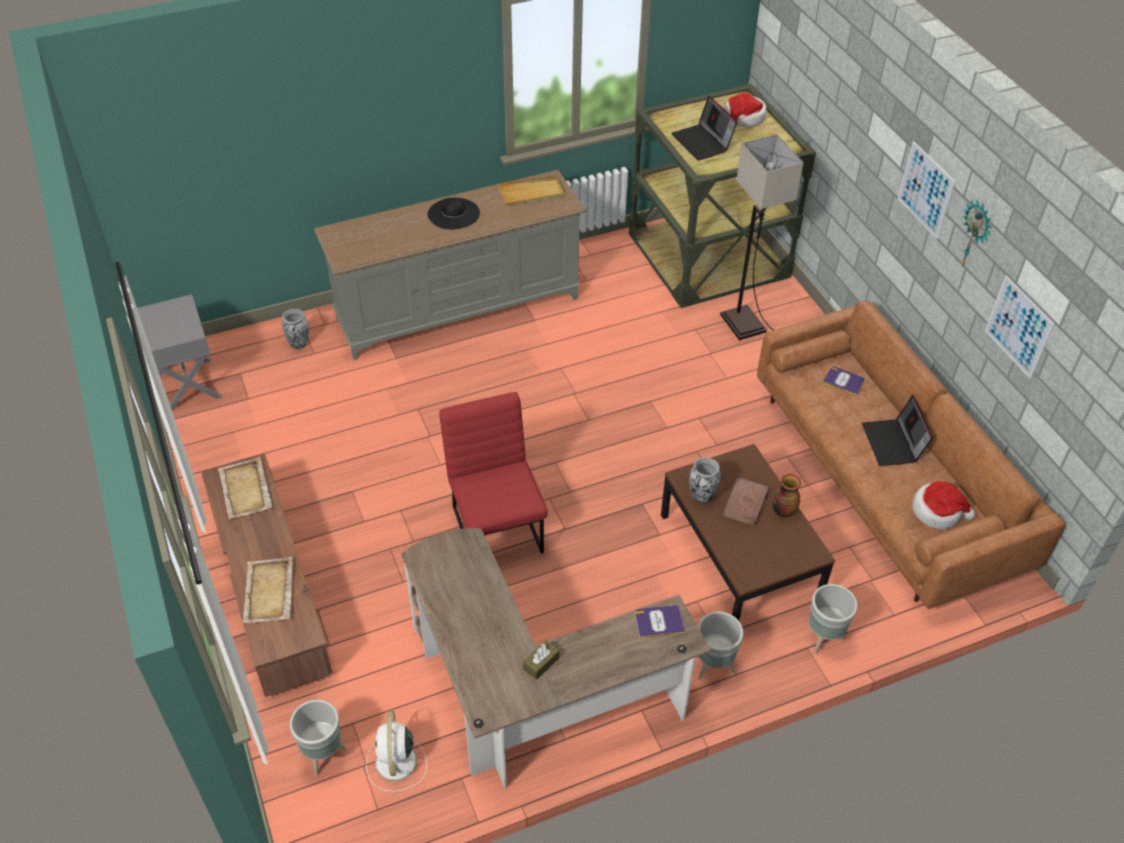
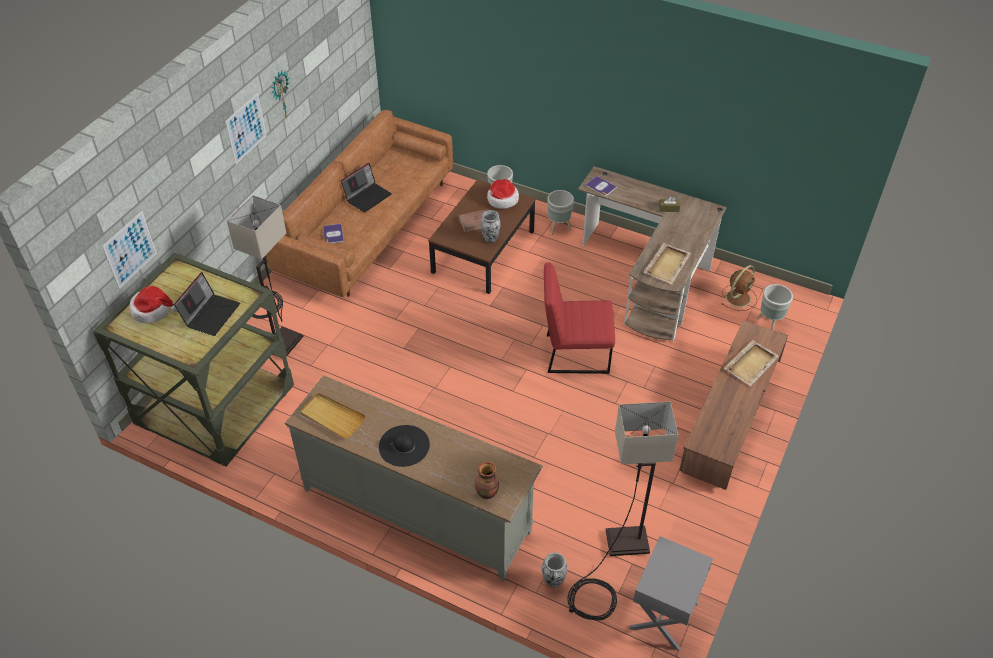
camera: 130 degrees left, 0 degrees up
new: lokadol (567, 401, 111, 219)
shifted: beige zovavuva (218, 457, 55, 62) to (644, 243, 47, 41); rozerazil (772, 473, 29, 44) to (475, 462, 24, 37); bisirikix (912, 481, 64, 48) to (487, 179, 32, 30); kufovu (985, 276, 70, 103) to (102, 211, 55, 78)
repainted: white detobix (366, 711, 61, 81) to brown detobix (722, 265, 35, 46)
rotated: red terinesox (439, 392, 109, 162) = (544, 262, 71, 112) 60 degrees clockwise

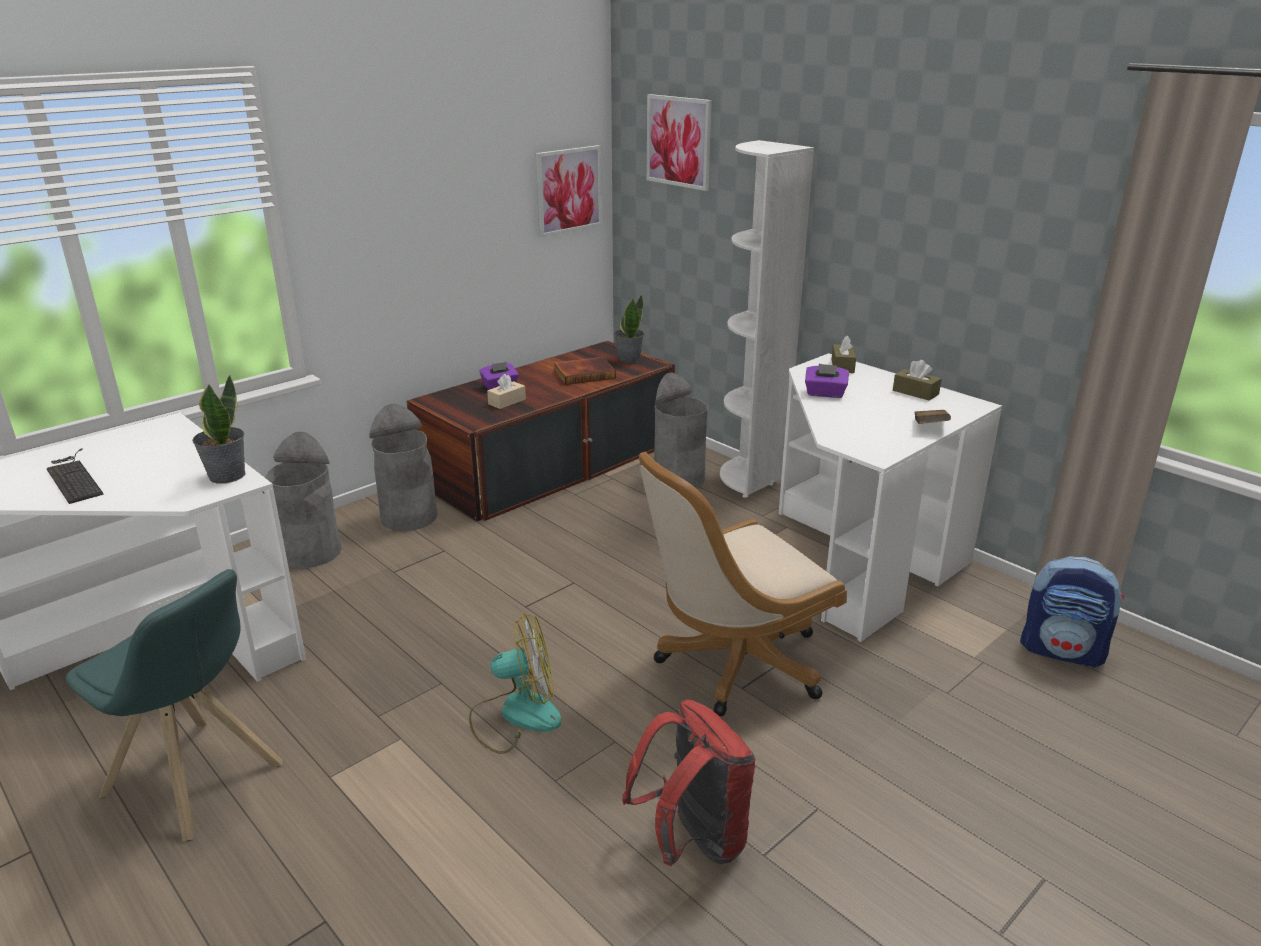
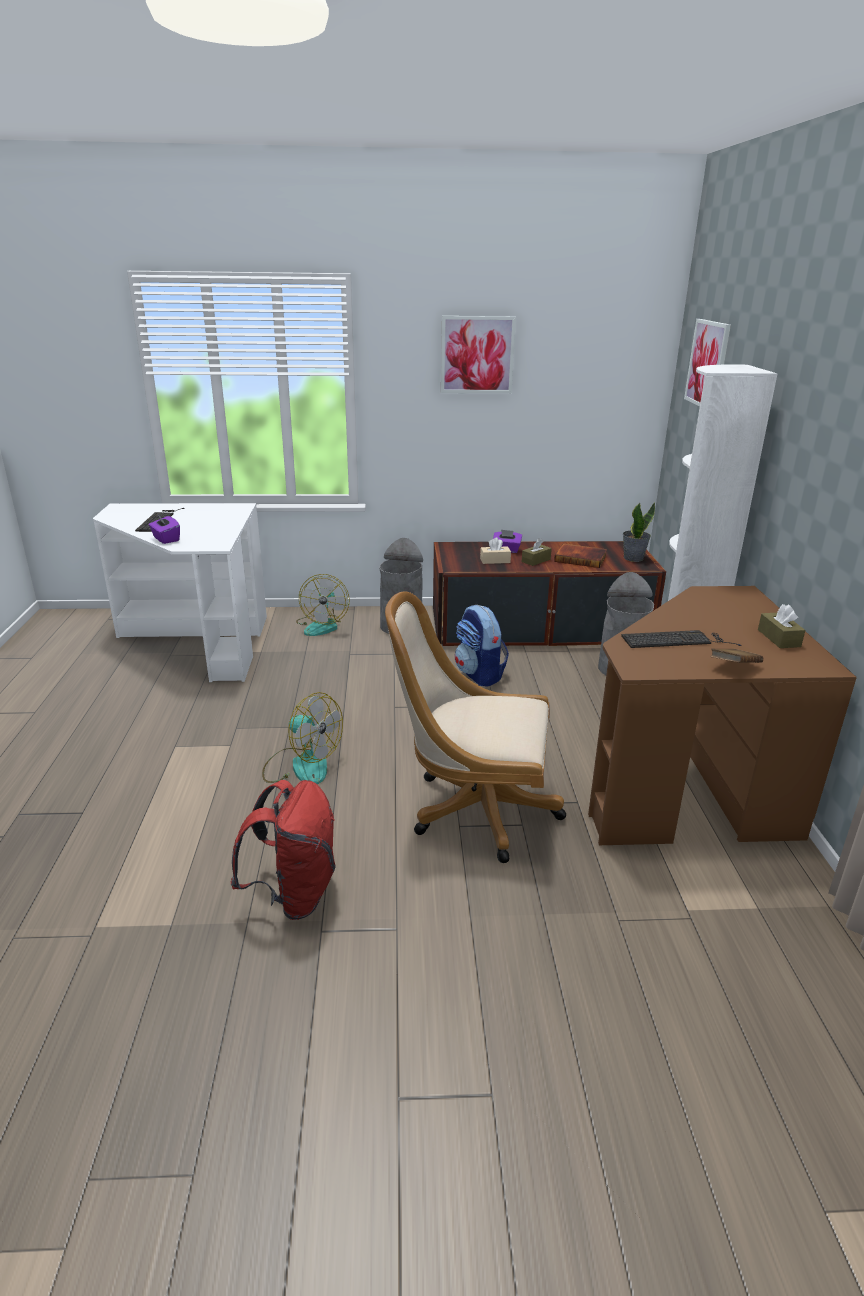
camera: 40 degrees right, 0 degrees up
gone: turquoise terinesox (66, 569, 217, 273); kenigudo (192, 375, 53, 109)
new: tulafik (621, 630, 121, 18)
shifted: kufovu (536, 145, 66, 92) to (441, 316, 75, 77); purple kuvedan (805, 364, 44, 34) to (149, 513, 31, 31); brown kuvedan (831, 336, 25, 37) to (522, 538, 30, 28); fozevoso (1020, 556, 104, 112) to (455, 605, 54, 82)
swapped: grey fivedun (264, 432, 78, 136) to detobix (296, 574, 54, 62)
repainted: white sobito (779, 353, 223, 289) to brown sobito (588, 586, 269, 259)

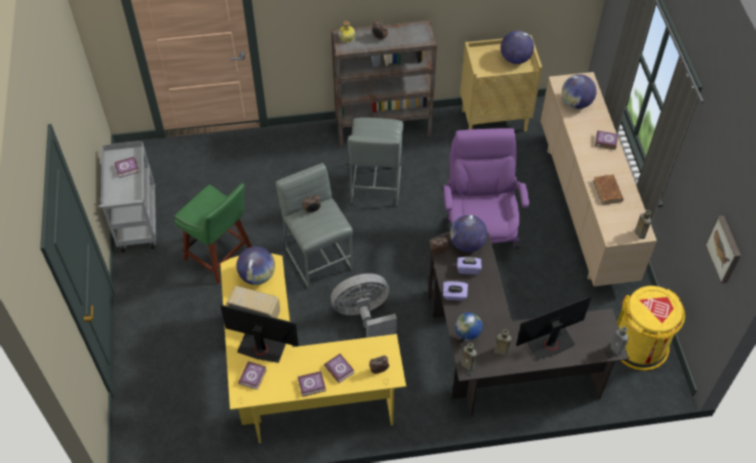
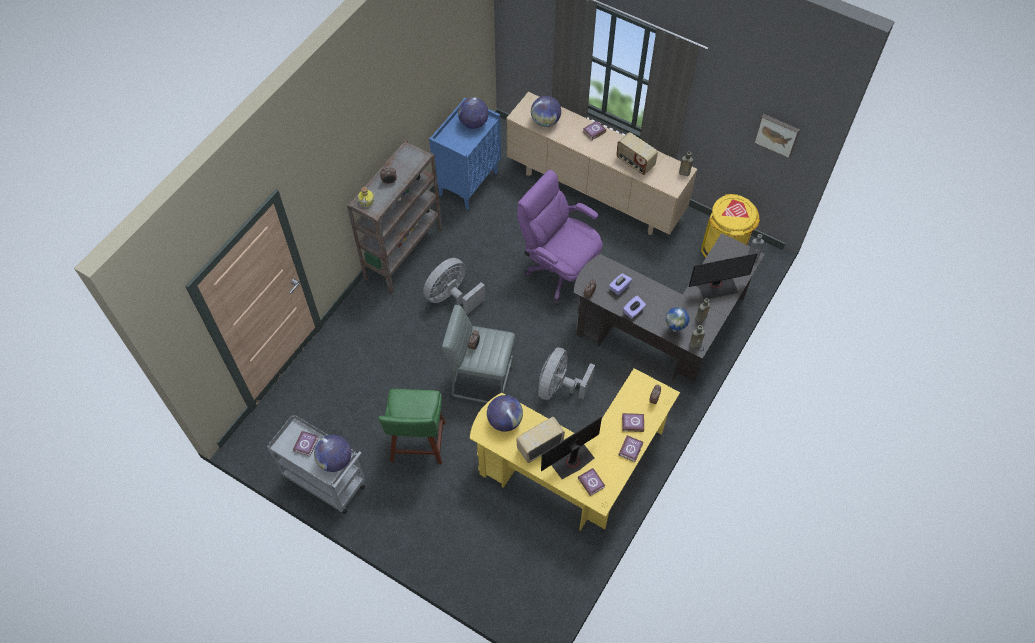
camera: 50 degrees left, 5 degrees up
shifted: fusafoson (450, 215, 38, 37) to (314, 435, 37, 37)
swapped: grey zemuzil (348, 117, 55, 89) to grey detobix (423, 258, 62, 56); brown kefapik (593, 174, 30, 31) to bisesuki (616, 132, 42, 43)
repainted: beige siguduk (460, 35, 82, 97) to blue siguduk (429, 98, 72, 112)
rotated: green terinesox (174, 183, 78, 101) = (378, 389, 68, 75) 105 degrees clockwise; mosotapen (516, 296, 75, 64) = (689, 253, 69, 46) 120 degrees counterclockwise

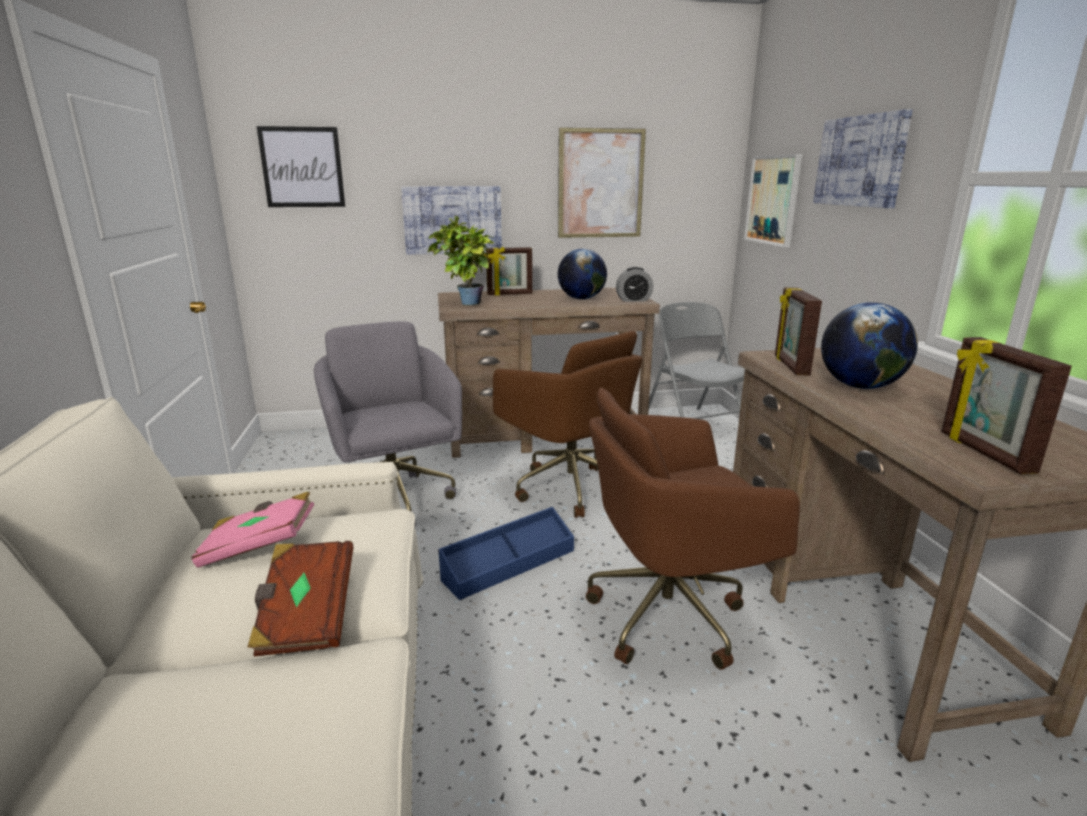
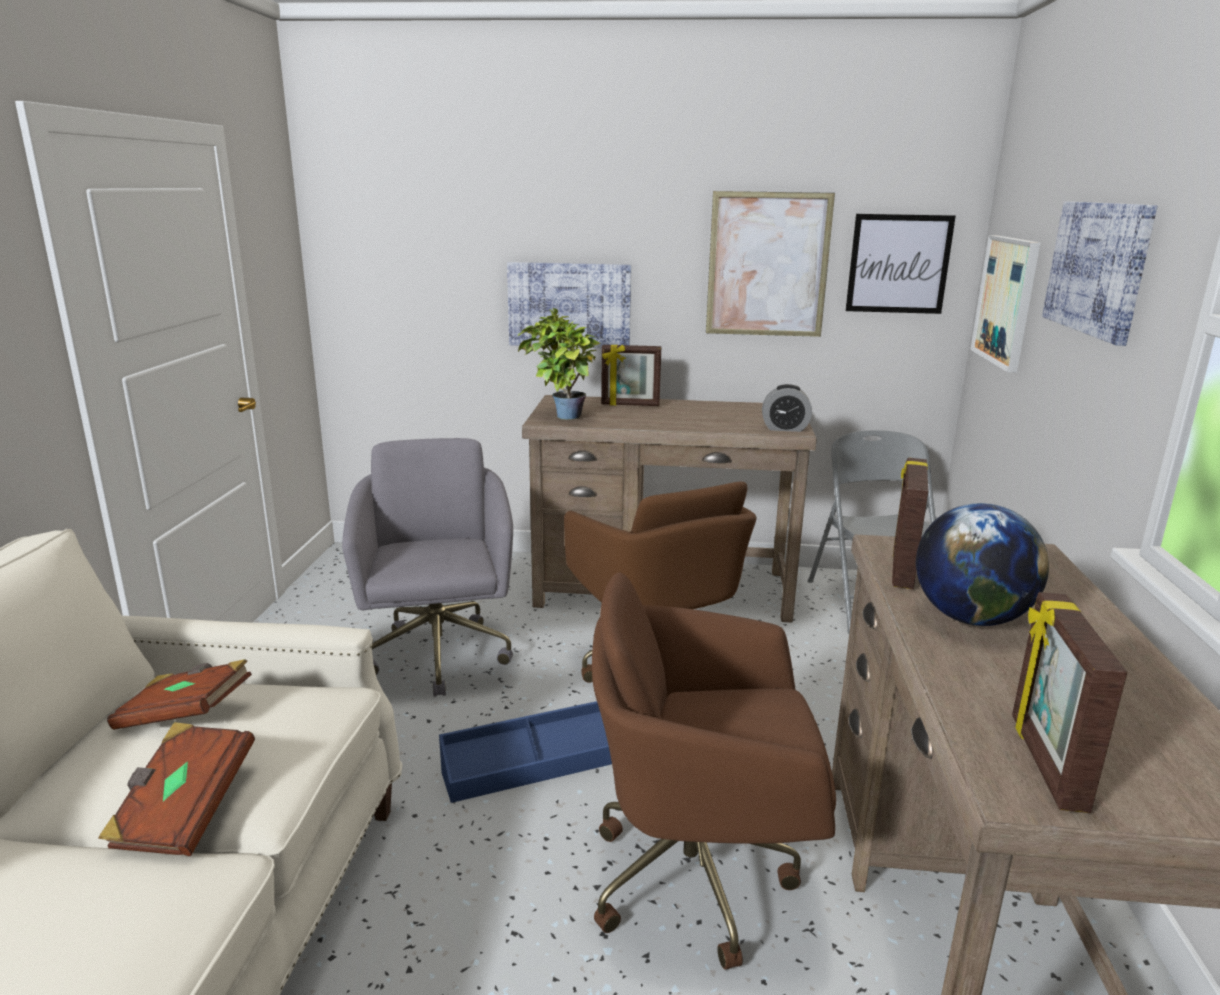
camera: 15 degrees right, 0 degrees up
gone: fusafoson (558, 249, 49, 50)
shifted: kufovu (257, 126, 88, 81) to (845, 214, 111, 100)
repainted: pink kefapik (191, 491, 124, 77) to brown kefapik (107, 659, 145, 71)

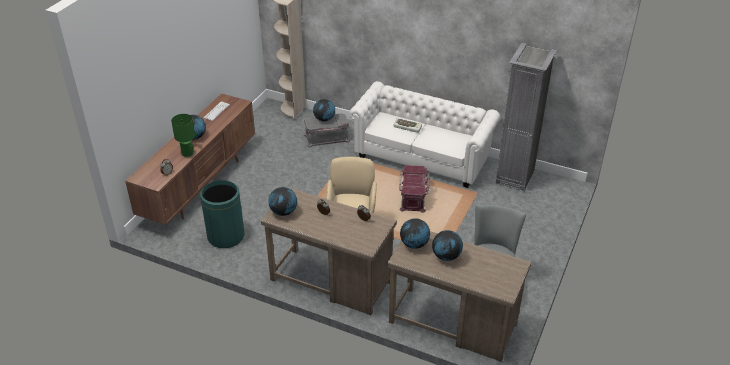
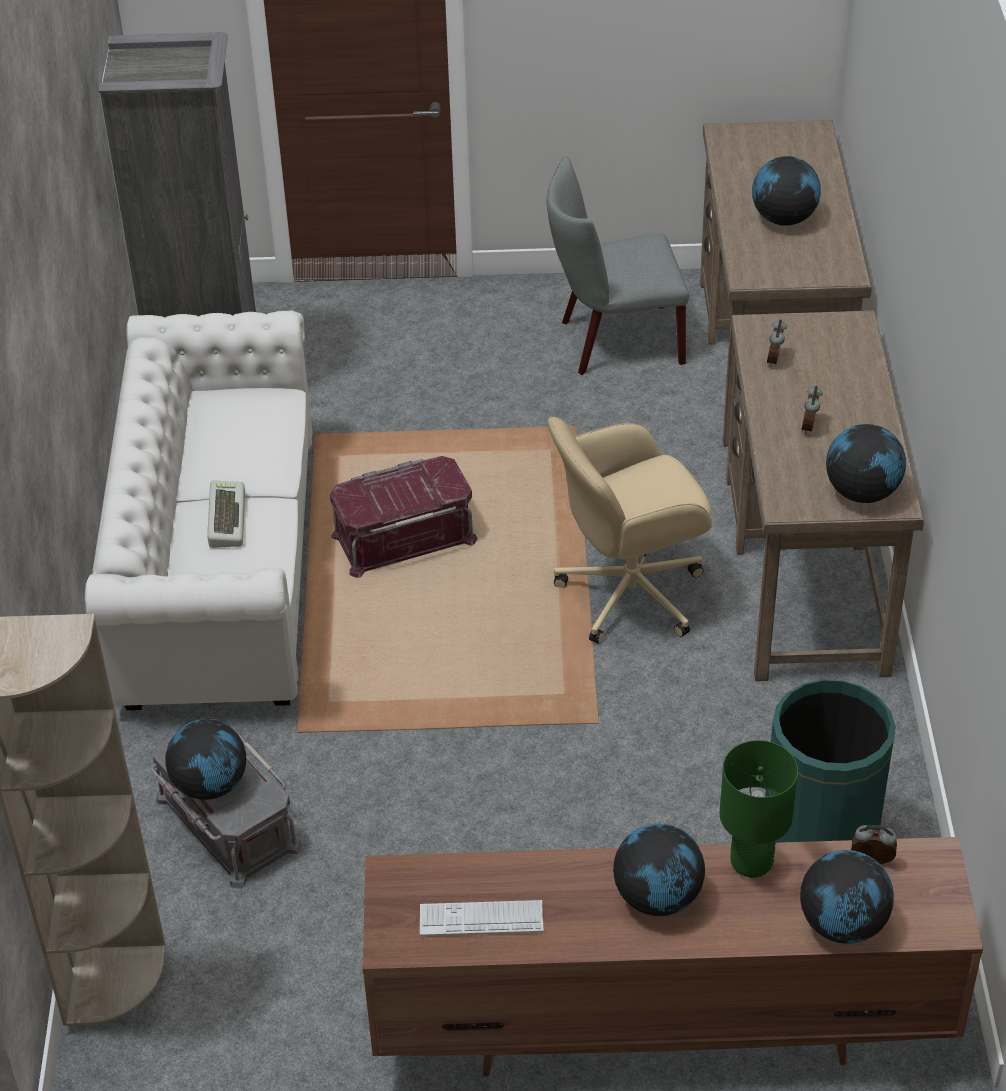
camera: 115 degrees left, 5 degrees up
shifted: fusafoson (400, 218, 30, 31) to (800, 850, 94, 94)

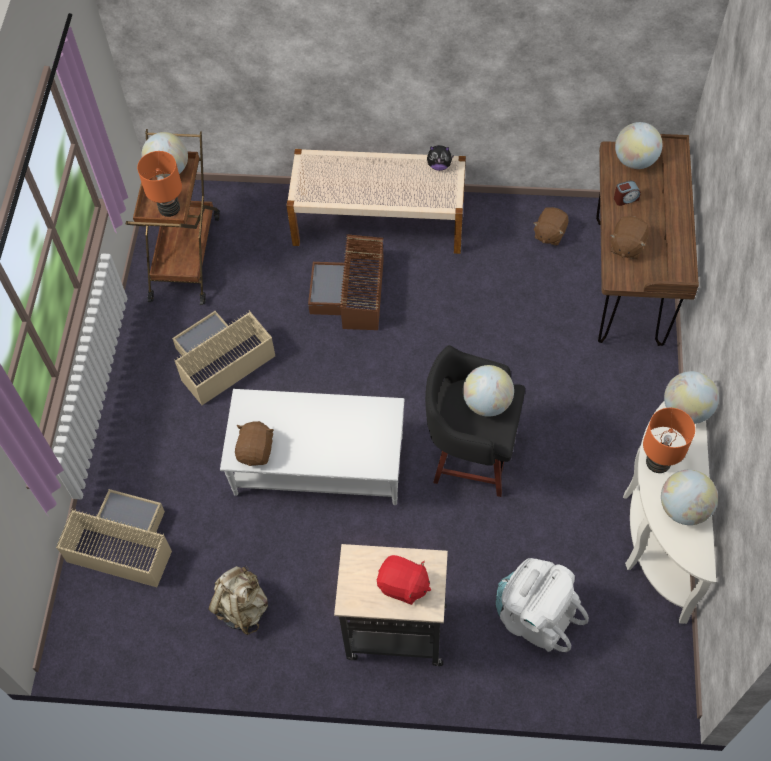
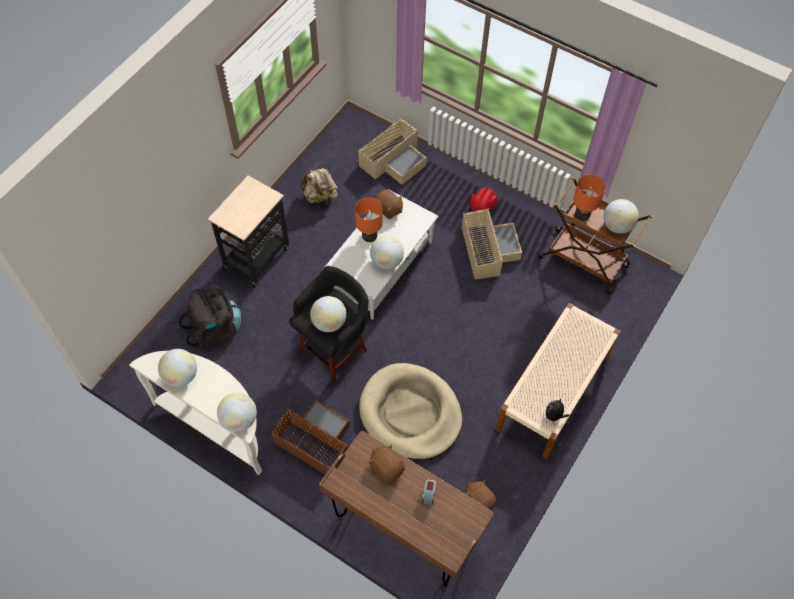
camera: 115 degrees right, 0 degrees up
new: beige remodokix (359, 363, 103, 96)
shifted: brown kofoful (308, 234, 76, 96) to (271, 400, 79, 75); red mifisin (377, 555, 54, 50) to (470, 188, 28, 23); fusafoson (615, 122, 47, 47) to (370, 236, 34, 34); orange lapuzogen (643, 408, 52, 65) to (355, 198, 28, 44)
repainted: white fozevoso (495, 558, 94, 94) to black fozevoso (179, 287, 62, 61)

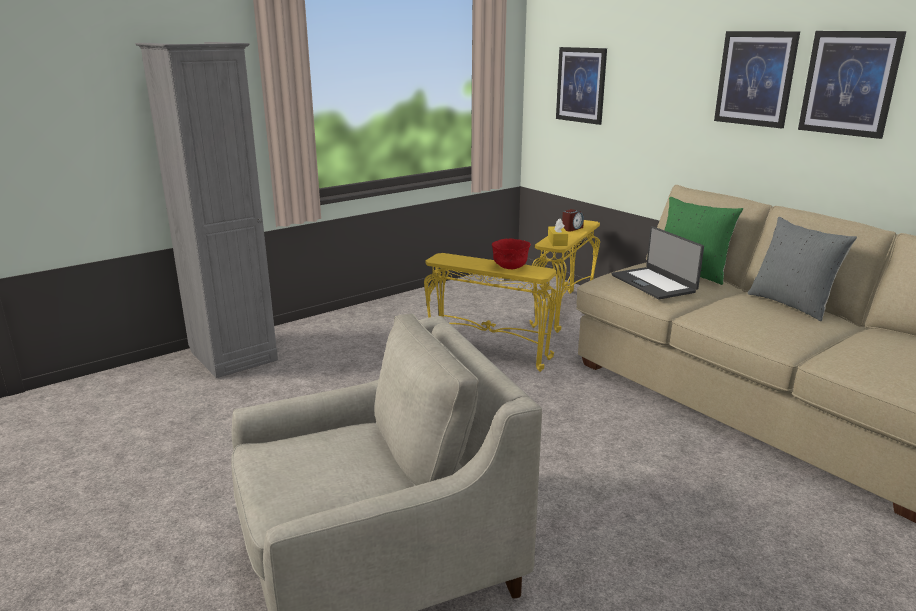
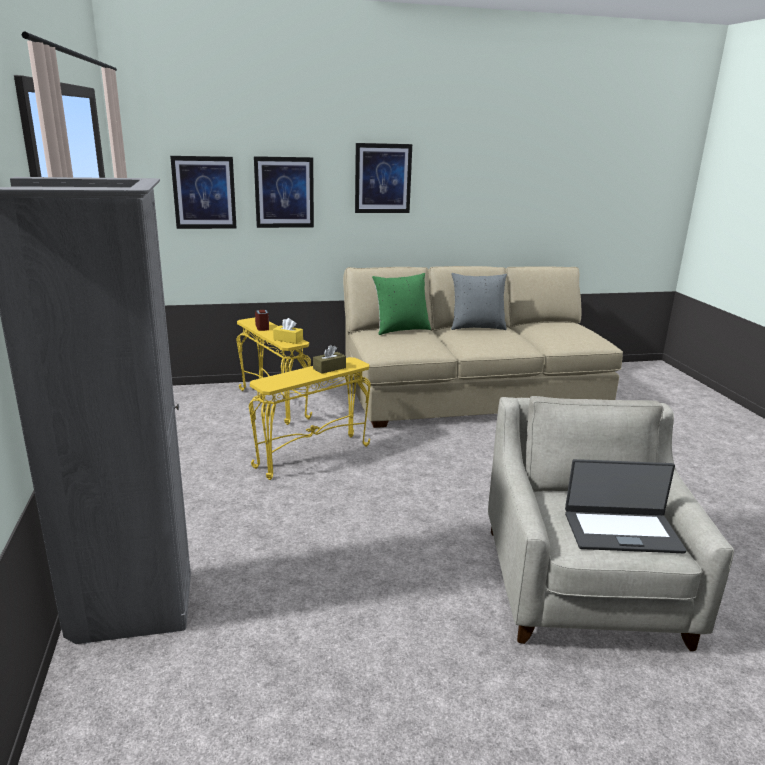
camera: 65 degrees left, 0 degrees up
shifted: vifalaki (612, 226, 92, 73) to (565, 459, 121, 94); kufovu (798, 31, 108, 108) to (254, 156, 60, 72)
swapped: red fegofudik (492, 239, 39, 30) to brown kuvedan (313, 345, 33, 29)

